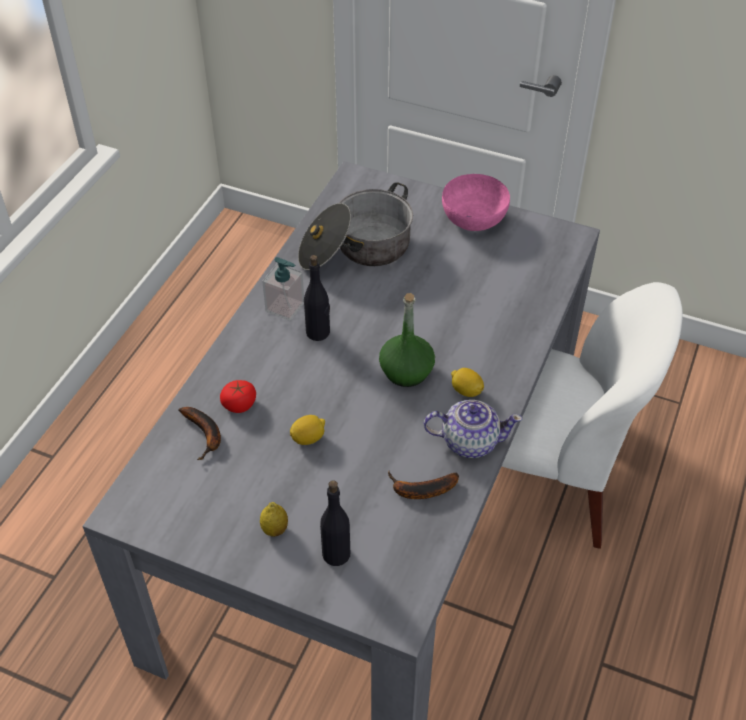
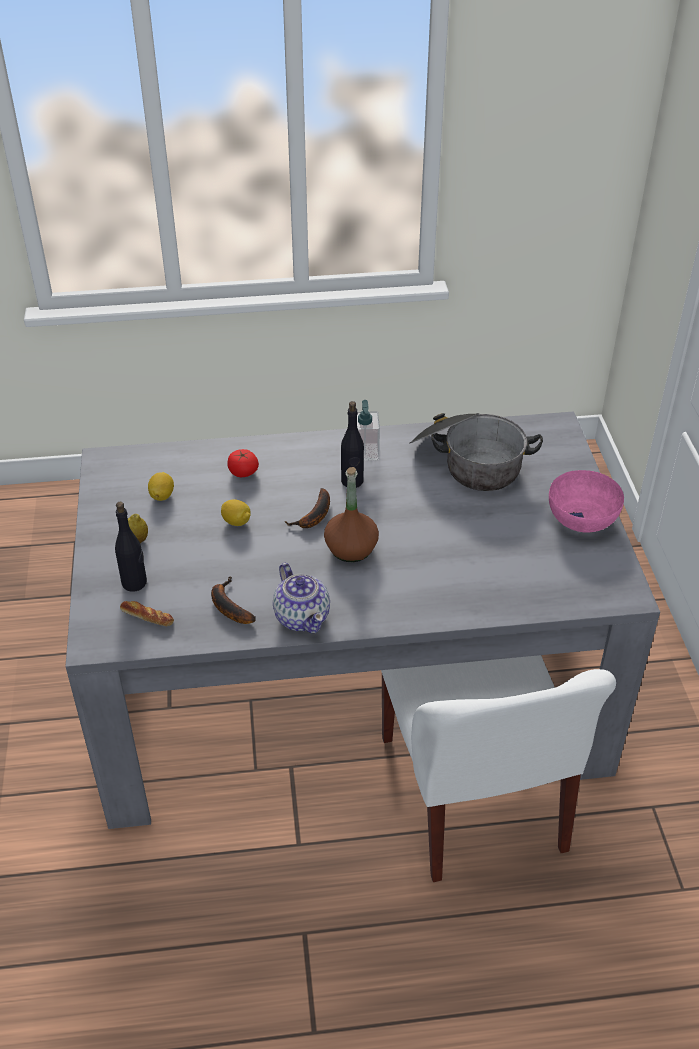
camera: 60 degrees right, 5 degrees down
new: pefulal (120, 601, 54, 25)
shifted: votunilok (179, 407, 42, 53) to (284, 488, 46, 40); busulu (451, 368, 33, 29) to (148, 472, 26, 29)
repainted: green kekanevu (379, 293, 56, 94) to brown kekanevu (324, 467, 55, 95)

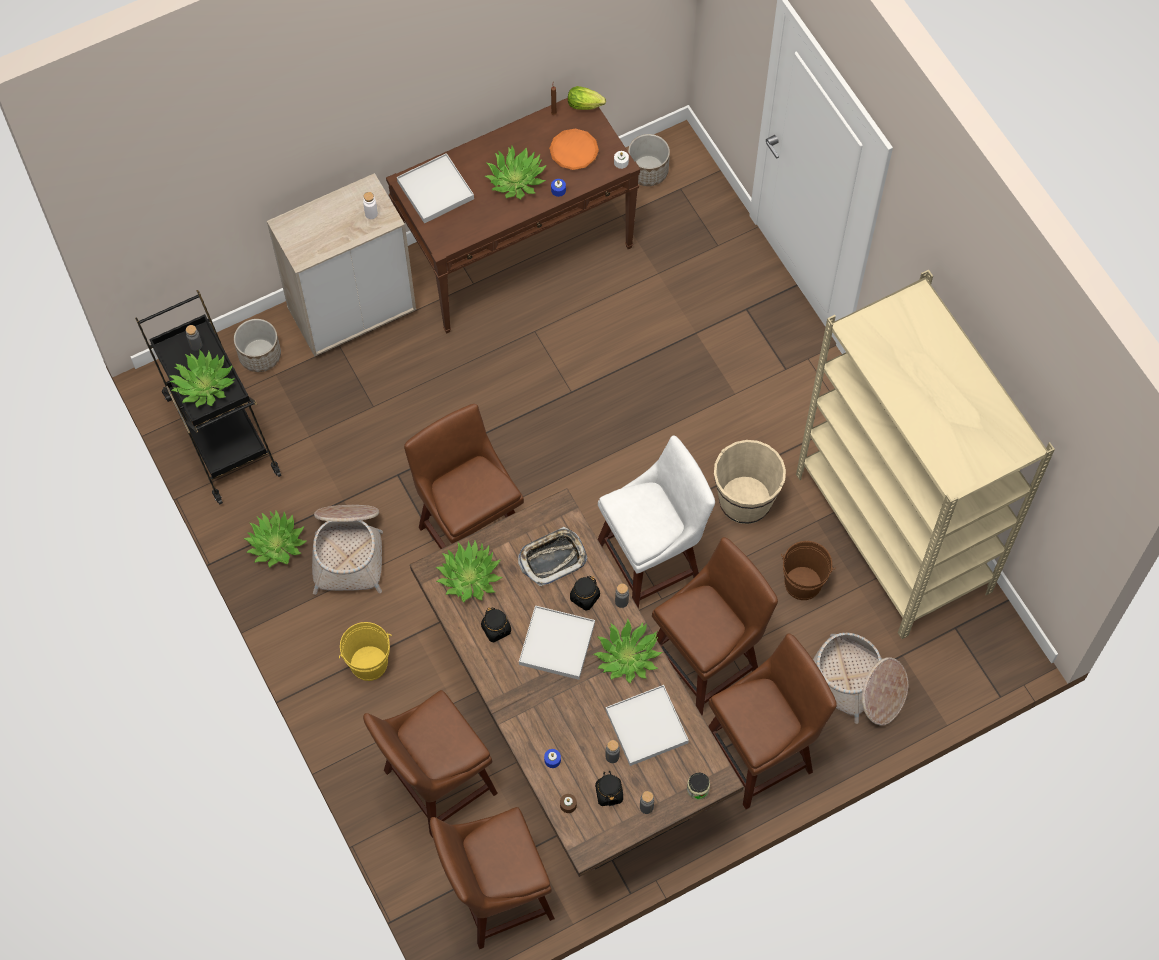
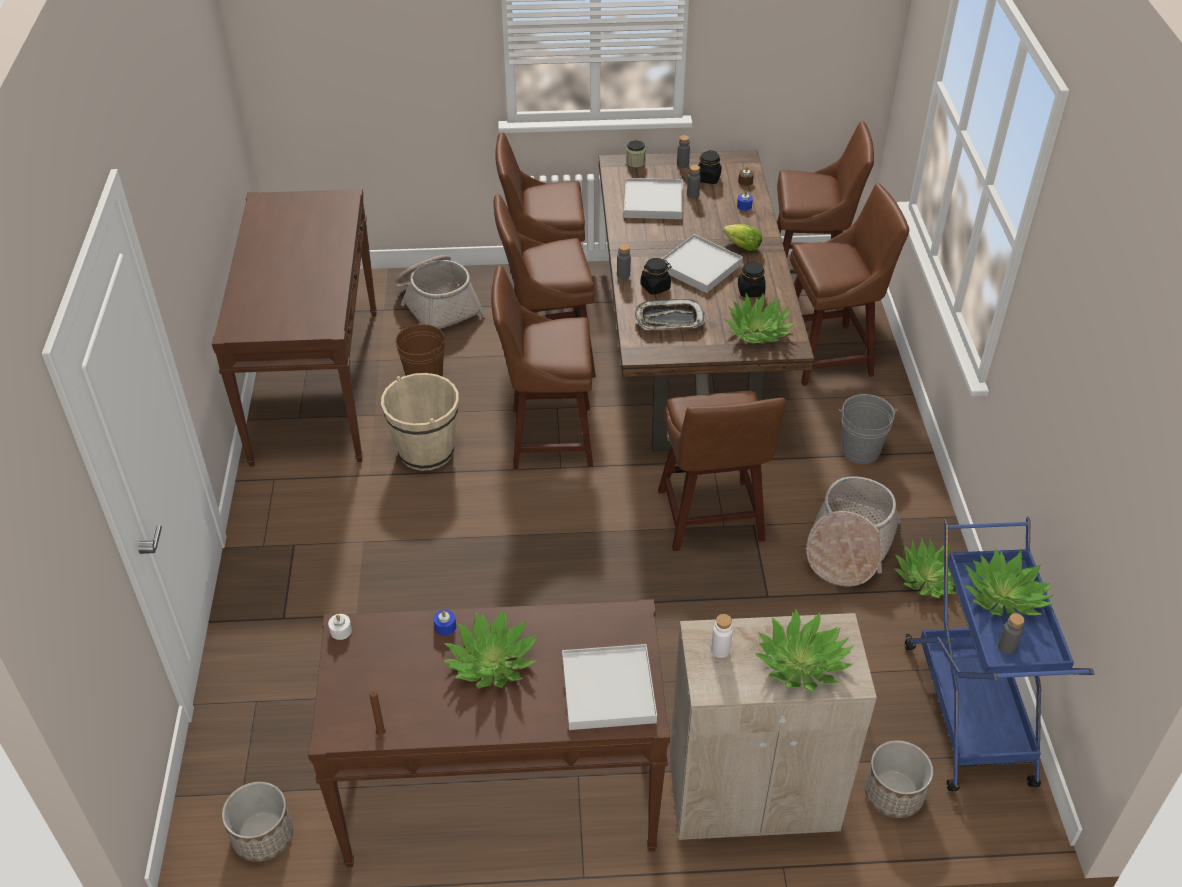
camera: 155 degrees left, 20 degrees down
gone: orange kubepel (549, 128, 50, 42)
shifted: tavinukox (568, 86, 38, 24) to (723, 224, 39, 27); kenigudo (593, 618, 69, 66) to (755, 608, 98, 84)
swapped: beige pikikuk (796, 270, 259, 369) to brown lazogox (212, 189, 165, 278)
repainted: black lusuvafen (135, 290, 146, 215) to blue lusuvafen (904, 516, 191, 275); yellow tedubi (339, 622, 53, 59) to grey tedubi (839, 394, 59, 70); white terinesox (598, 436, 117, 173) to brown terinesox (491, 266, 102, 203)

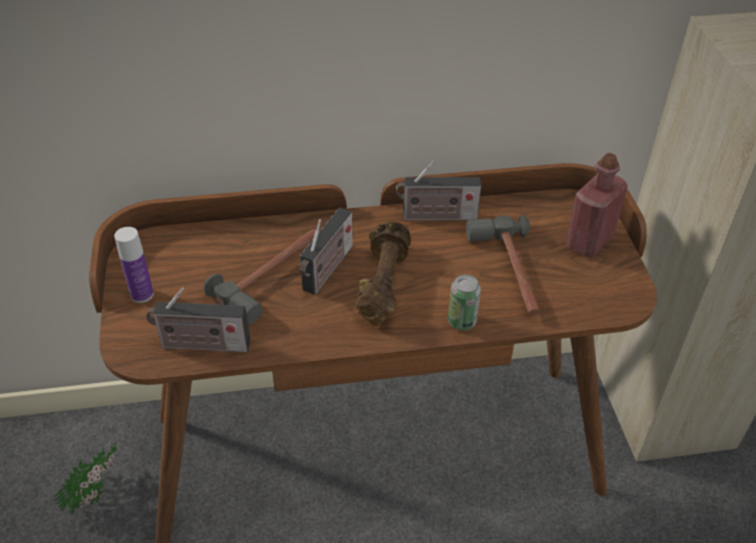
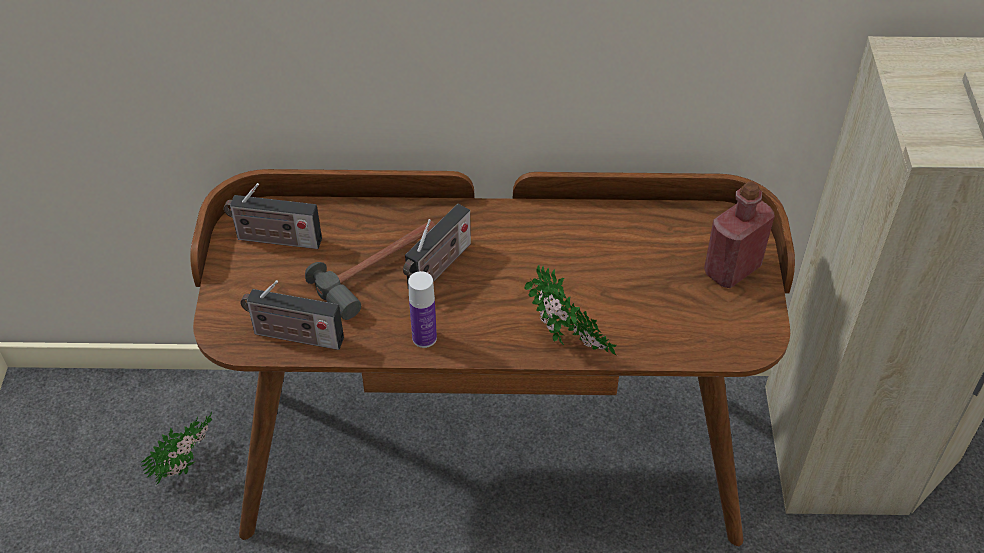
camera: 10 degrees right, 5 degrees up
gone: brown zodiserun (355, 221, 57, 105); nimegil (466, 215, 74, 100)
shifted: kekanevu (114, 227, 40, 76) to (408, 271, 29, 77); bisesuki (396, 161, 86, 59) to (224, 183, 98, 66)
swapped: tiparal (448, 275, 33, 55) to kenigudo (524, 265, 93, 90)

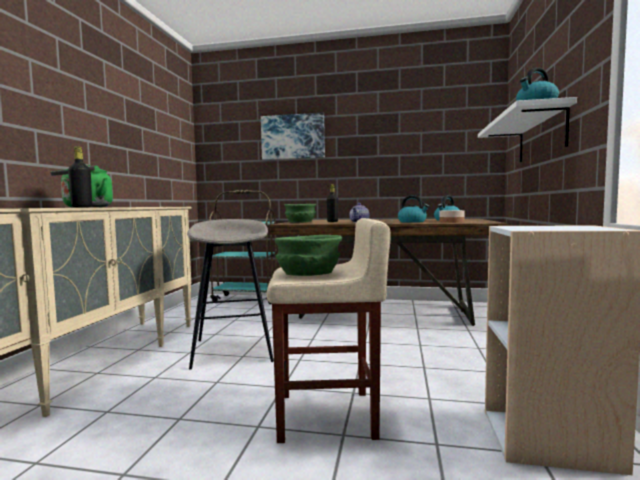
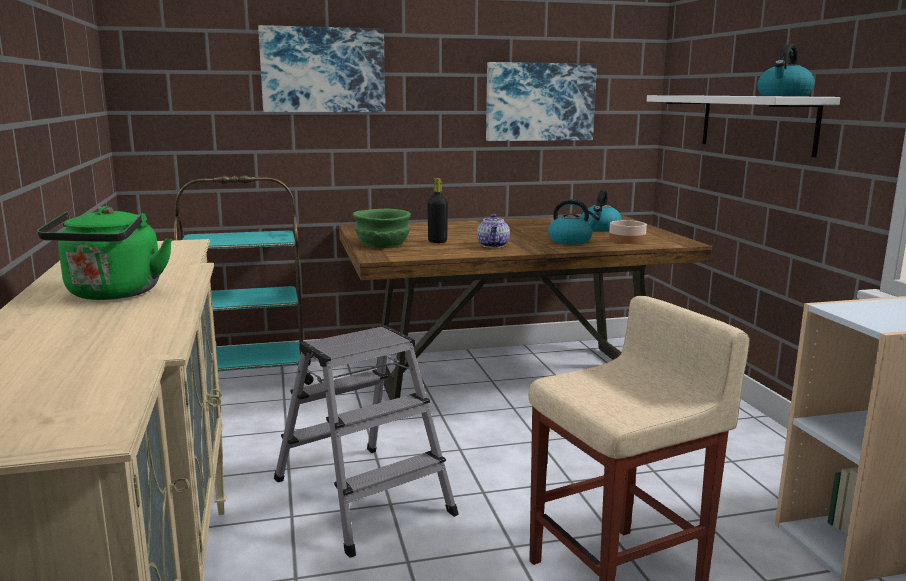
camera: 25 degrees left, 10 degrees up
gone: black kekanevu (68, 146, 24, 61); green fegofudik (274, 235, 68, 41)
new: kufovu (486, 62, 111, 79)
swapped: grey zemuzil (187, 219, 87, 151) to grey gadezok (274, 325, 185, 233)

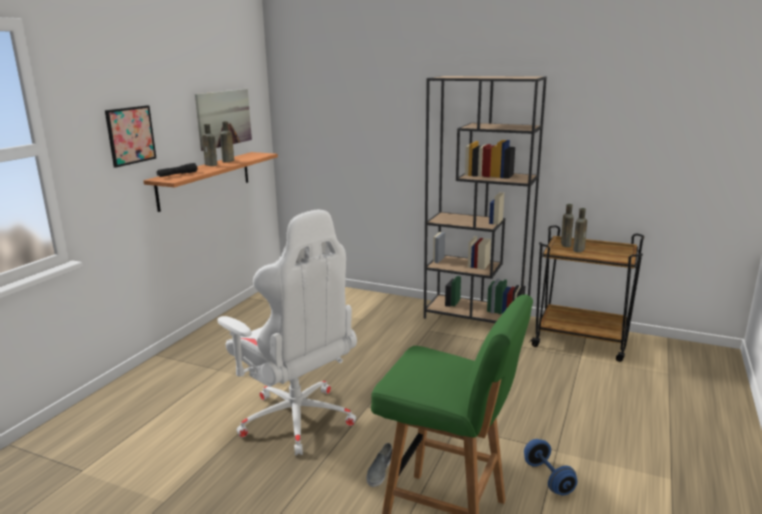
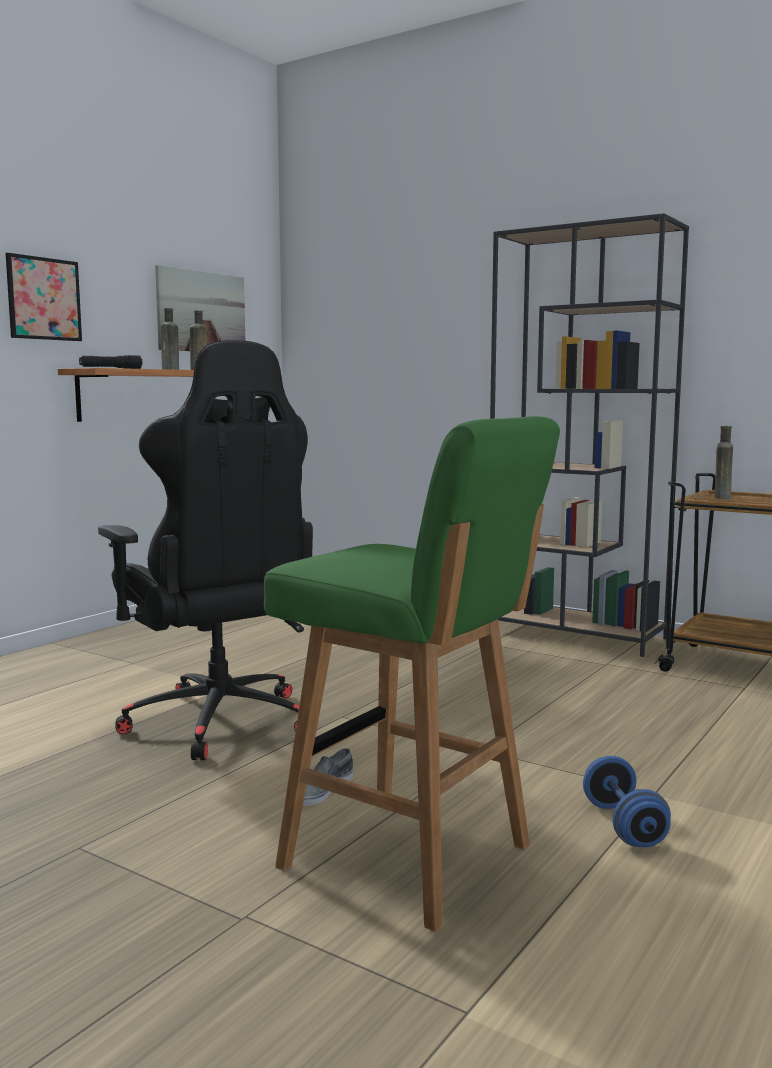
camera: 10 degrees right, 10 degrees down
gone: brown kekanevu (573, 208, 14, 45)
repainted: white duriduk (217, 210, 140, 245) to black duriduk (98, 340, 215, 420)

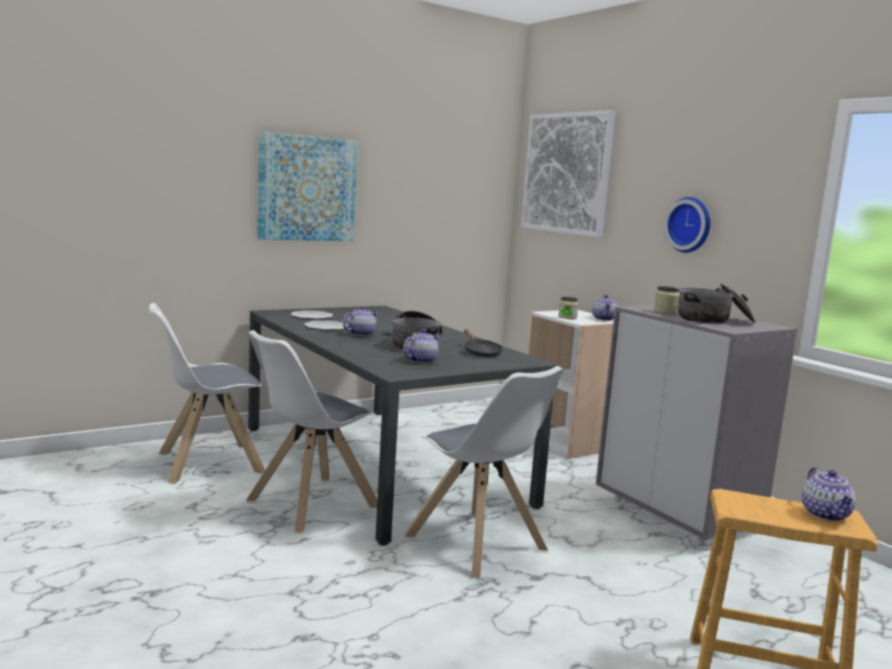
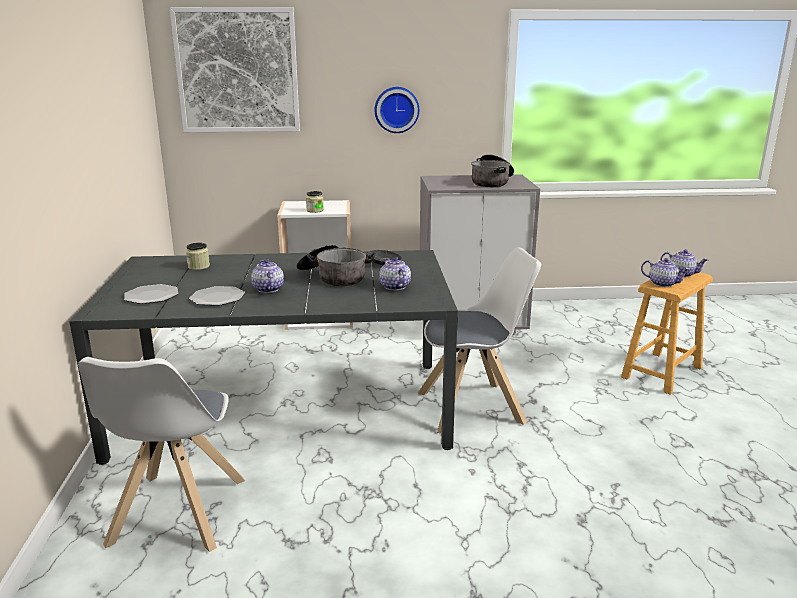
camera: 60 degrees left, 10 degrees up
gone: terinesox (246, 330, 131, 203); kufovu (257, 131, 101, 110)
shifted: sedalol (592, 295, 26, 26) to (641, 258, 49, 29); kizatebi (654, 286, 26, 28) to (186, 243, 24, 27)

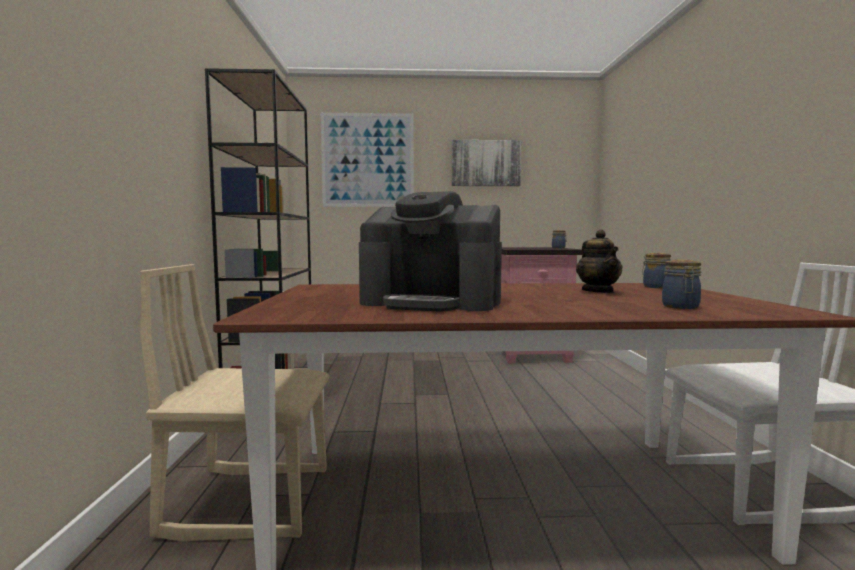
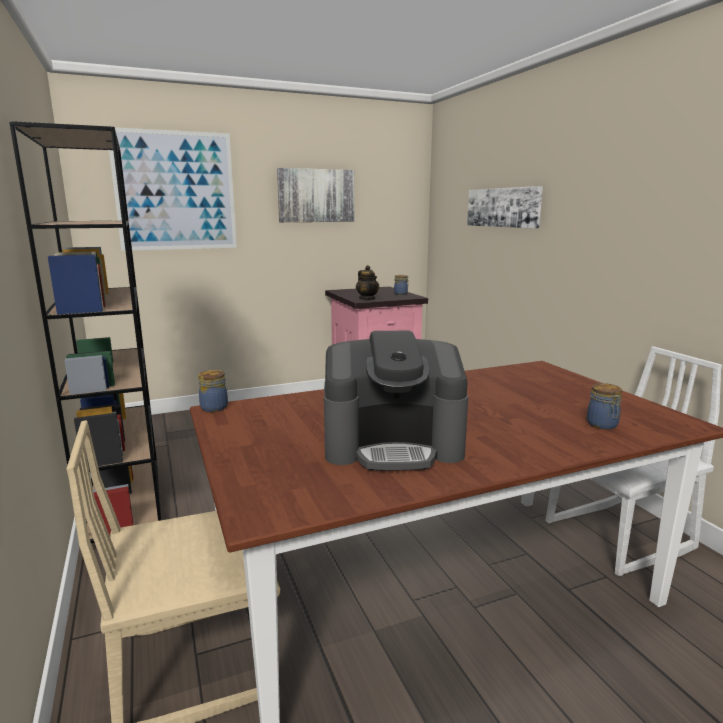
camera: 20 degrees left, 10 degrees up
new: kufovu (467, 186, 76, 43)
shifted: sedalol (576, 230, 47, 63) to (356, 265, 23, 35); kizatebi (642, 253, 29, 35) to (198, 370, 30, 42)

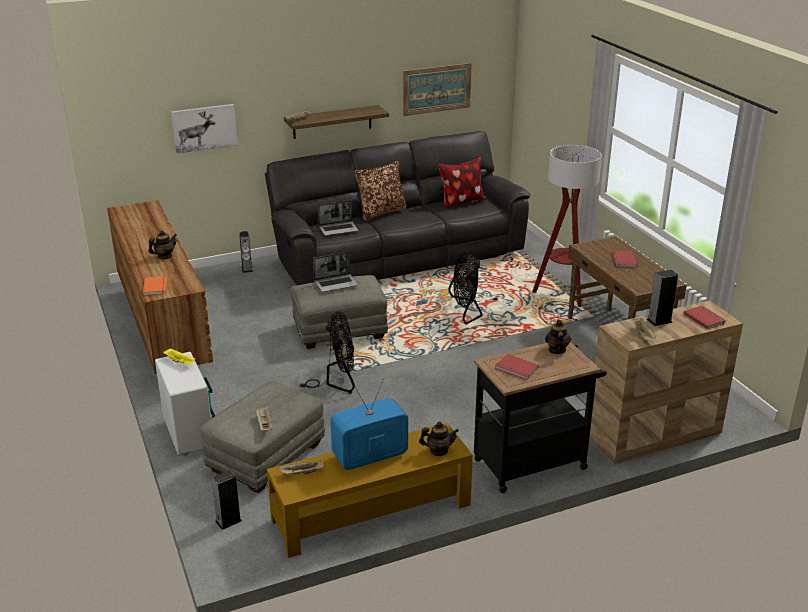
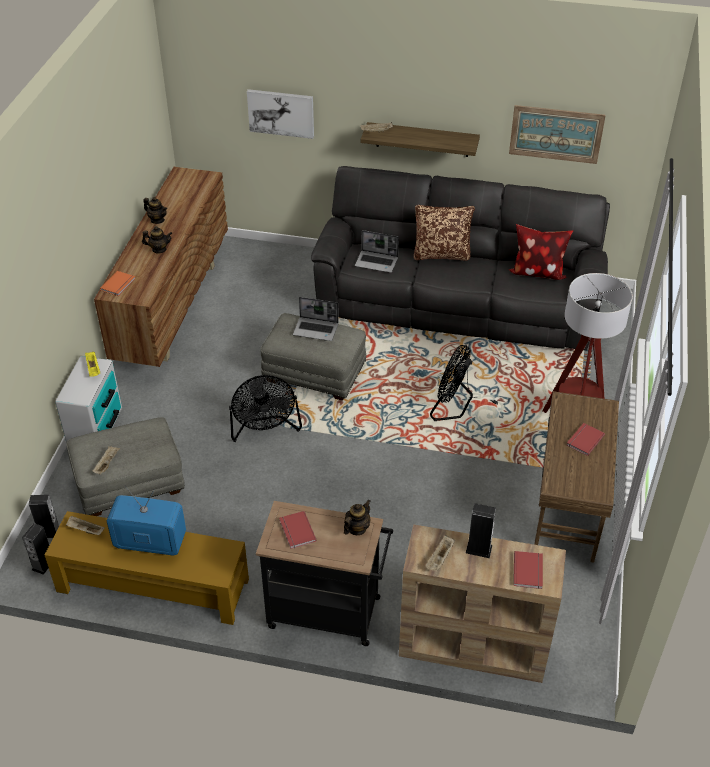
camera: 35 degrees right, 15 degrees up
shifted: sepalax (239, 231, 14, 42) to (22, 523, 27, 52); sedalol (419, 422, 40, 34) to (144, 197, 23, 27)
rotated: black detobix (299, 311, 56, 83) = (229, 374, 73, 68) 45 degrees clockwise

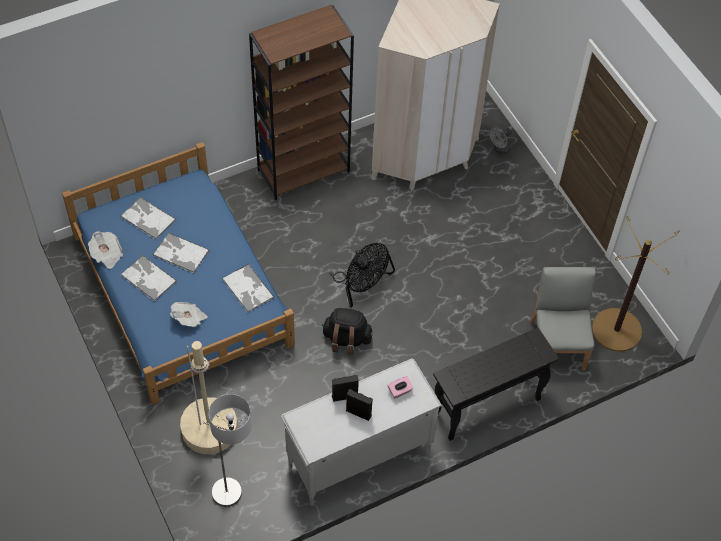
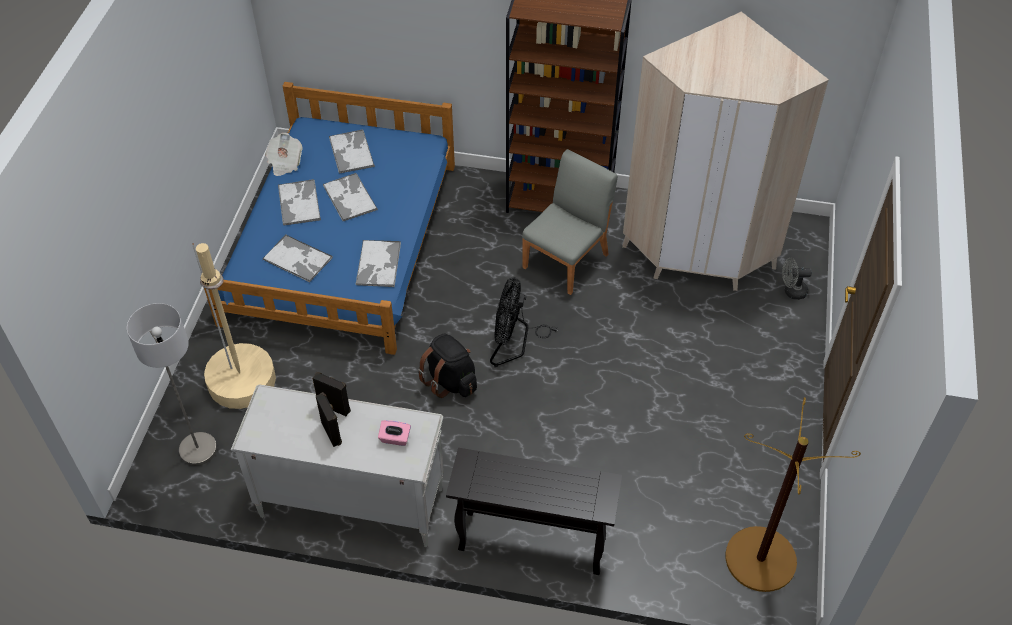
camera: 40 degrees right, 5 degrees down
shifted: grey terinesox (530, 267, 66, 103) to (522, 149, 96, 146)
swapped: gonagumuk (170, 302, 38, 25) to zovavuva (263, 234, 70, 49)
rotated: black detobix (329, 243, 66, 65) = (490, 277, 68, 90) 105 degrees clockwise

